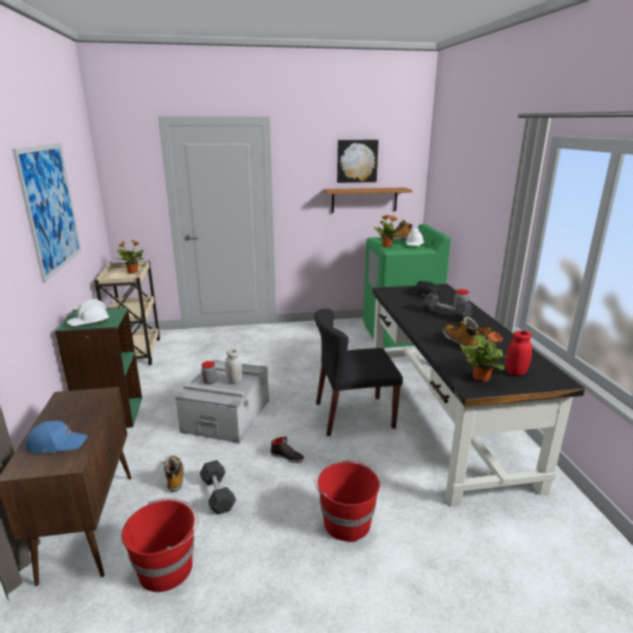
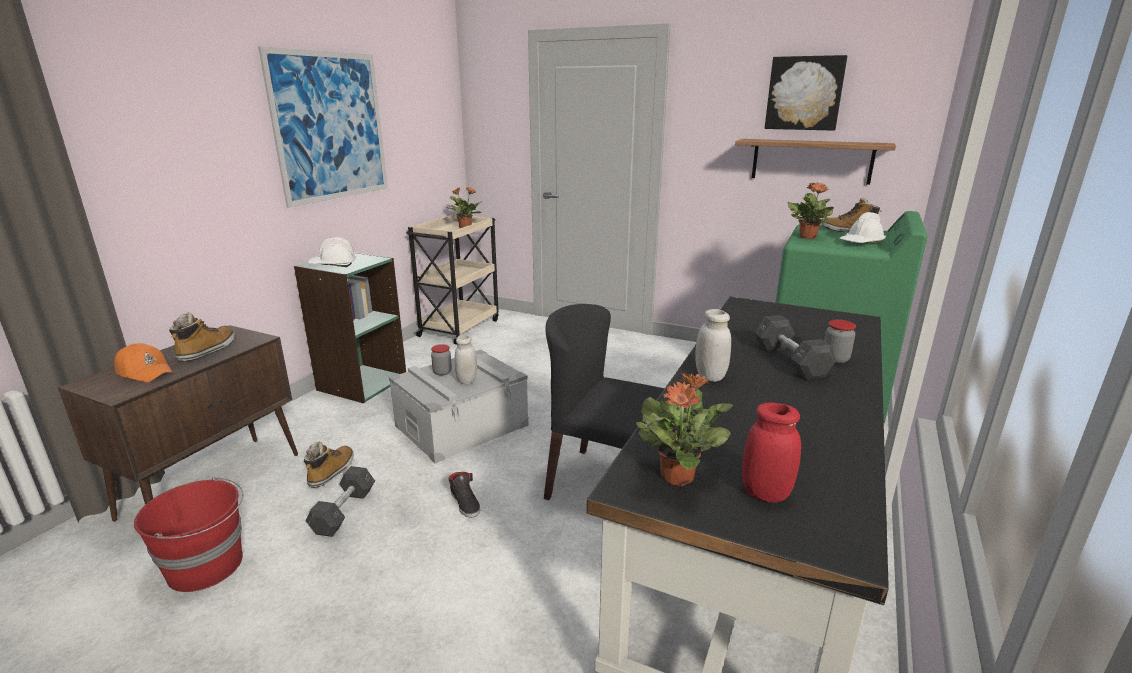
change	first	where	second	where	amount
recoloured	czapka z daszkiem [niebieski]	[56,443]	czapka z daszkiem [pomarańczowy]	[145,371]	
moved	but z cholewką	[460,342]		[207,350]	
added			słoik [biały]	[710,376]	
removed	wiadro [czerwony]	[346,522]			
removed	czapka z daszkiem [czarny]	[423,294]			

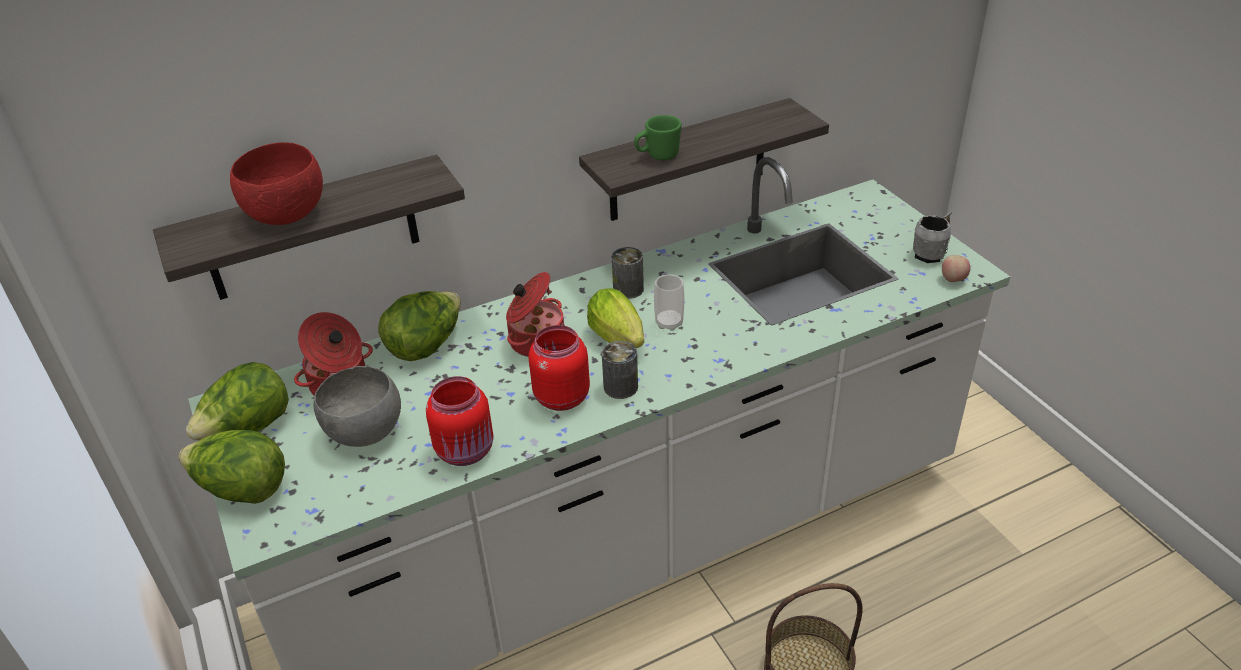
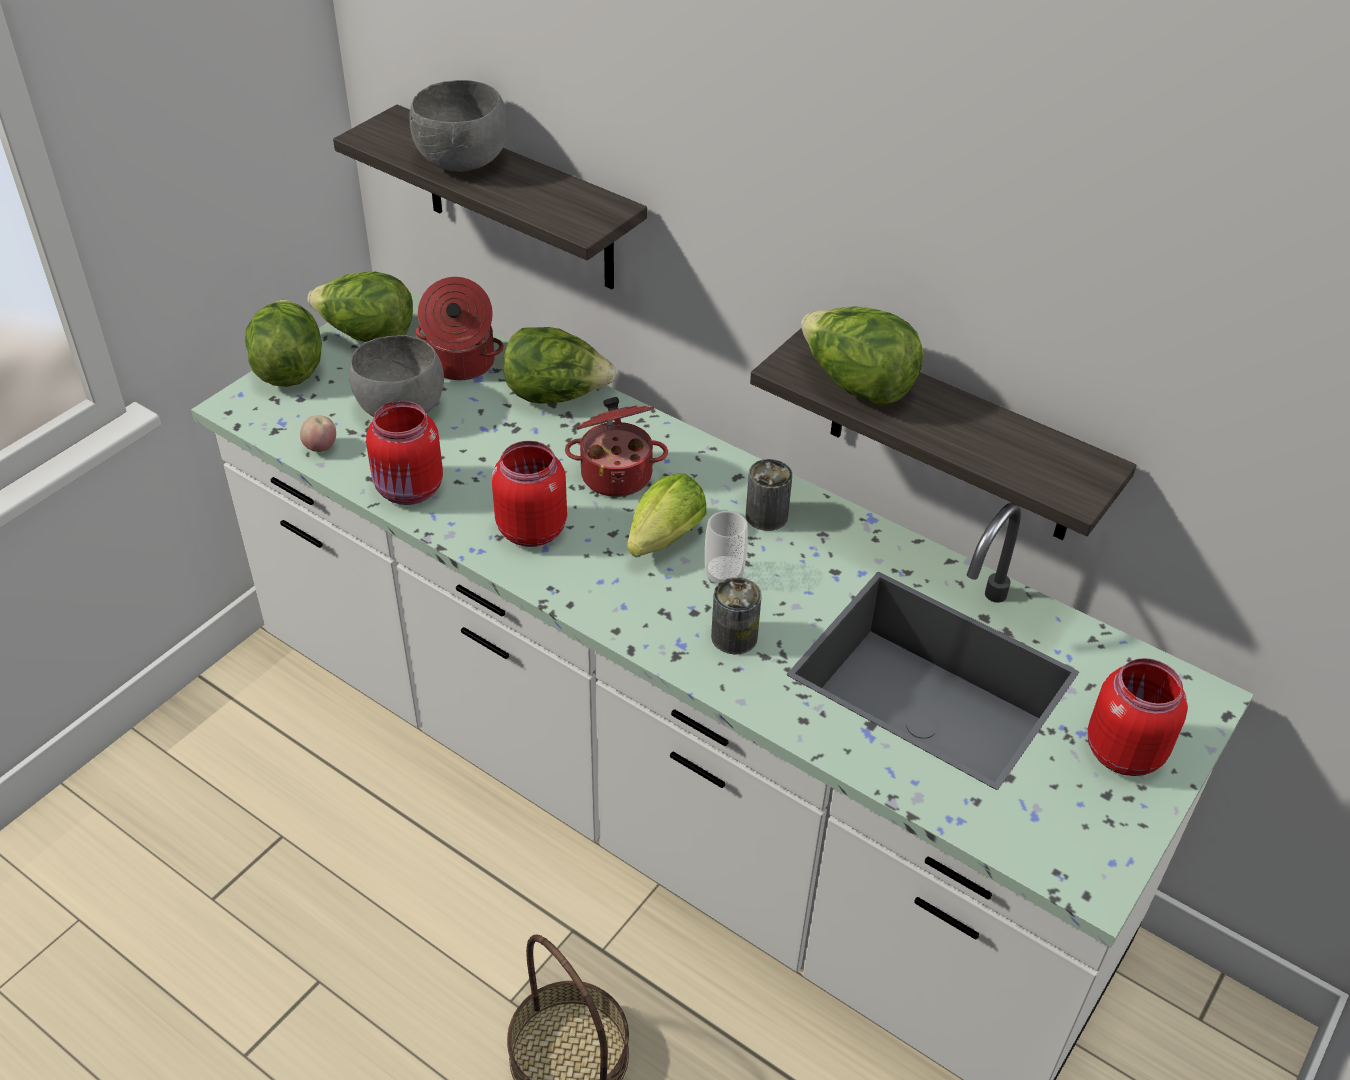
change	first	where	second	where	amount
moved	jabłko	[953,280]		[321,448]	
recoloured	miska [czerwony]	[288,215]	miska [szary]	[462,164]	
moved	puszka	[620,387]		[734,637]	
replaced	kubek [zielony]	[657,156]	sałata	[856,386]	
added			słoik [czerwony]	[1121,751]	
removed	kubek [szary]	[931,253]			

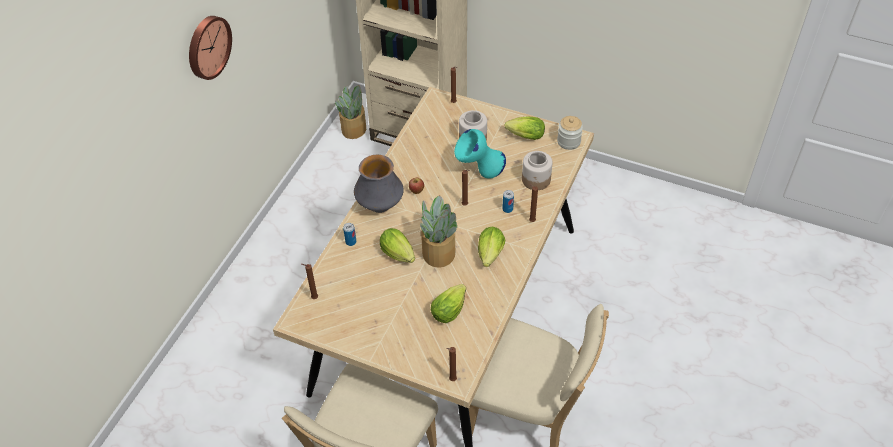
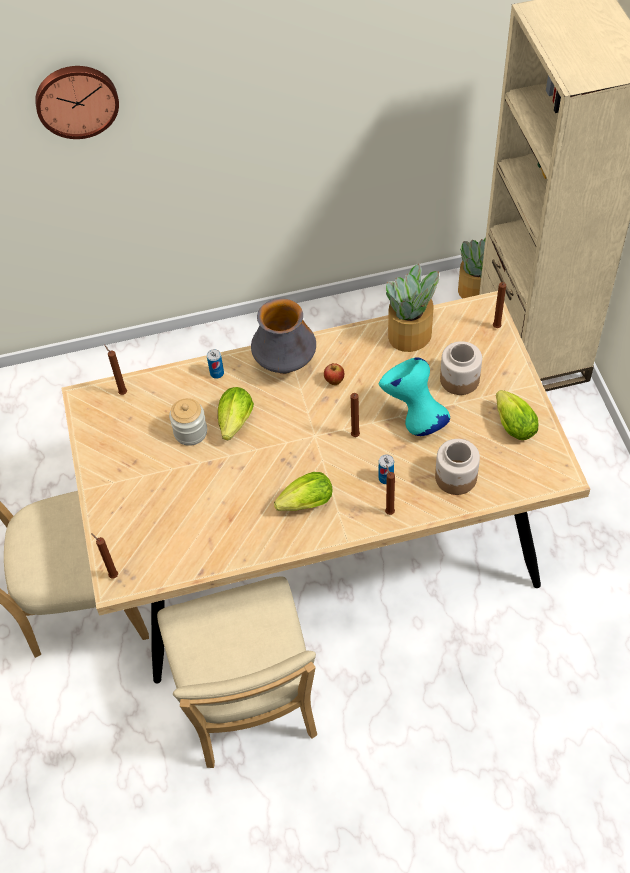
change	first	where	second	where	amount
moved	zegar ścienny	[207,47]		[76,100]	
moved	słoik	[568,141]		[190,432]	
moved	roślina doniczkowa	[439,252]		[411,334]	
removed	sałata	[450,309]			

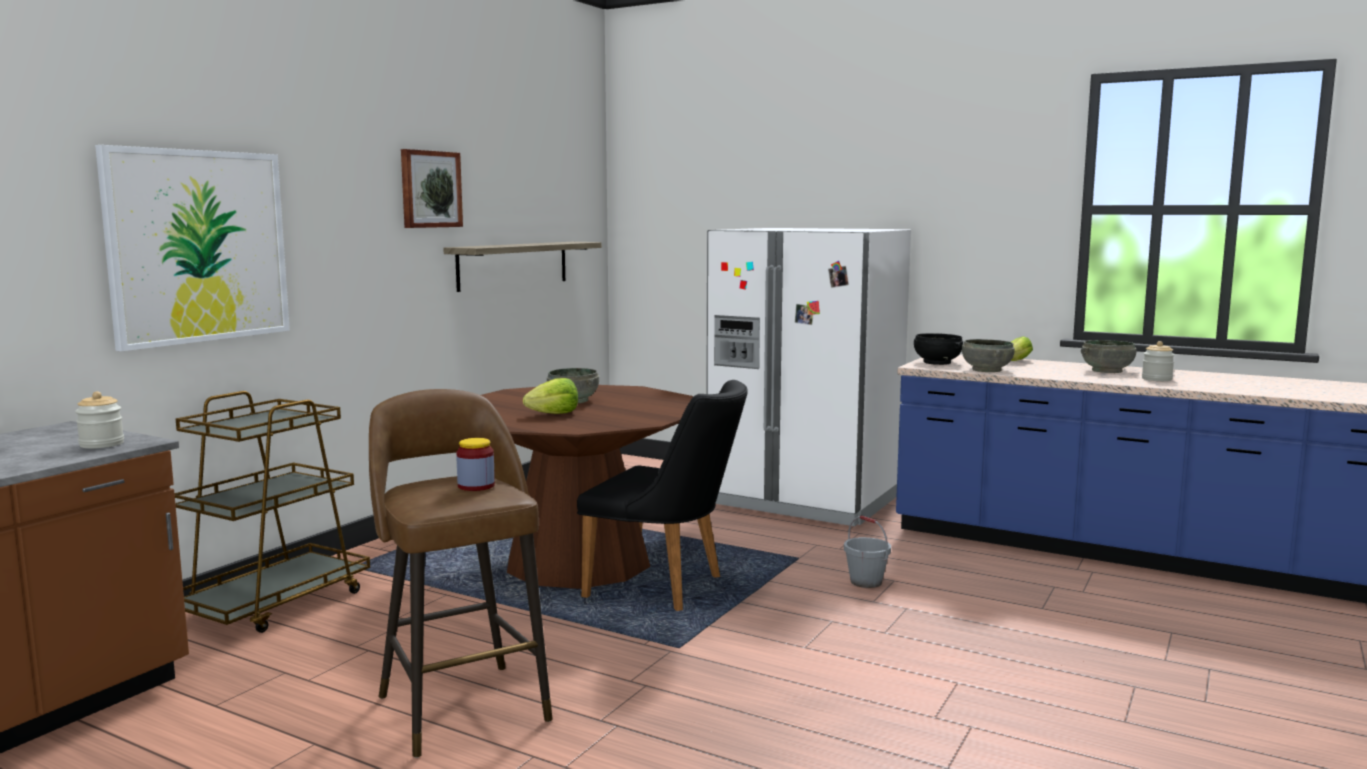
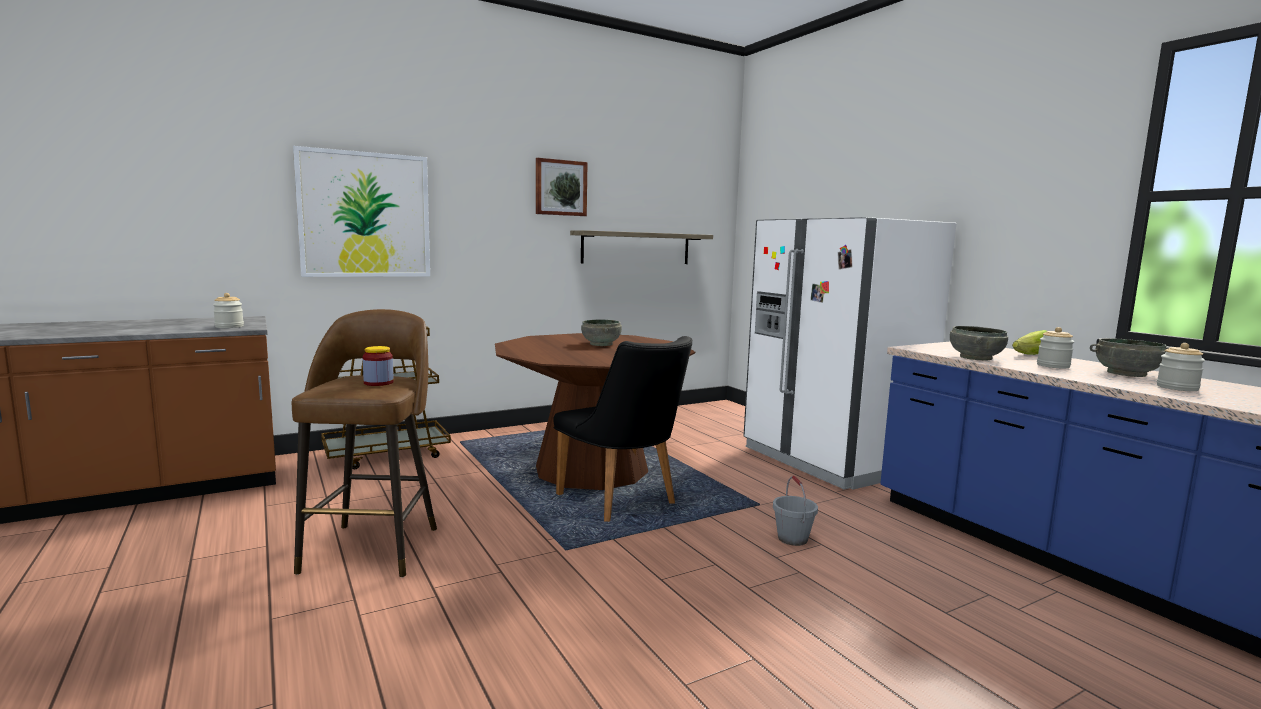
change	first	where	second	where	amount
added			słoik	[1053,366]	
removed	sałata	[554,414]			
removed	miska [czarny]	[936,362]			

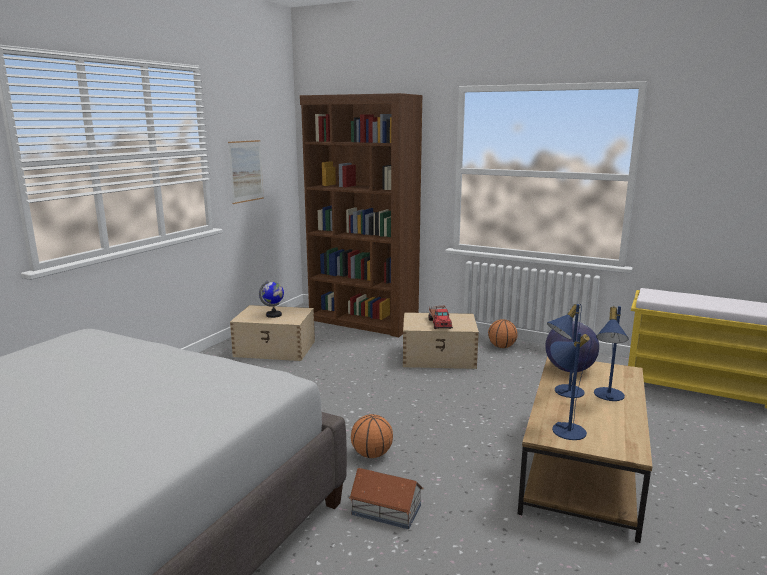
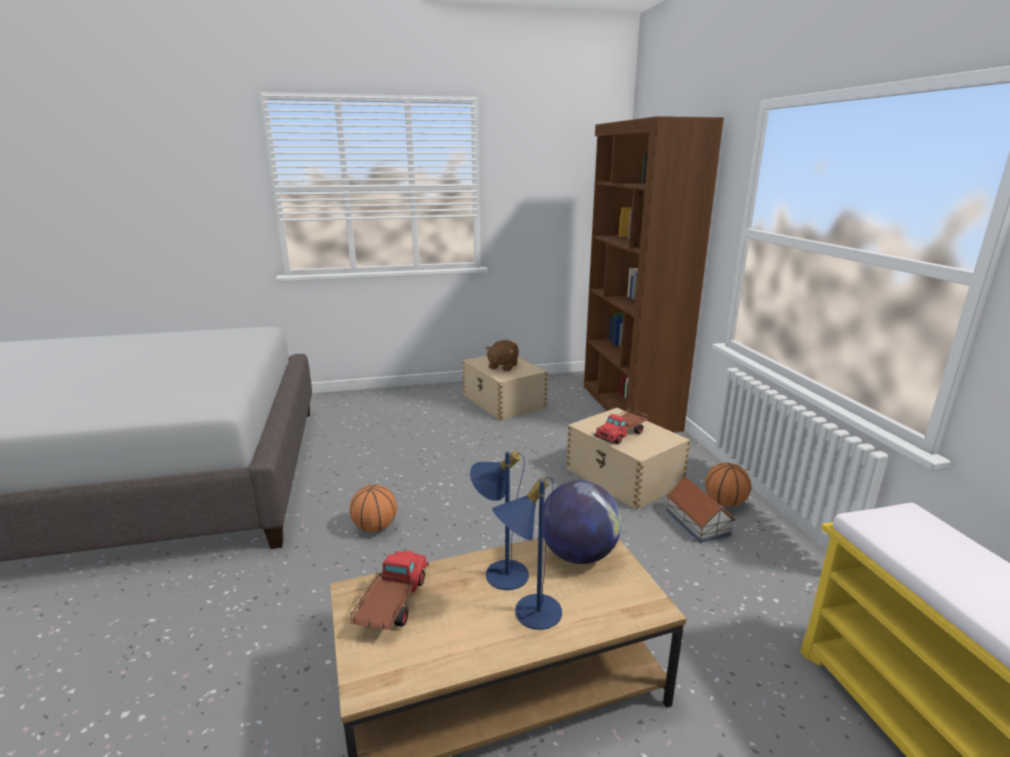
change	first	where	second	where	amount
replaced	lampa stołowa [niebieski]	[565,428]	ciężarówka zabawkowa	[392,604]	
replaced	globus	[274,315]	pluszak [brązowy]	[502,366]	
moved	domek	[386,509]		[697,522]	
removed	obraz	[246,171]			

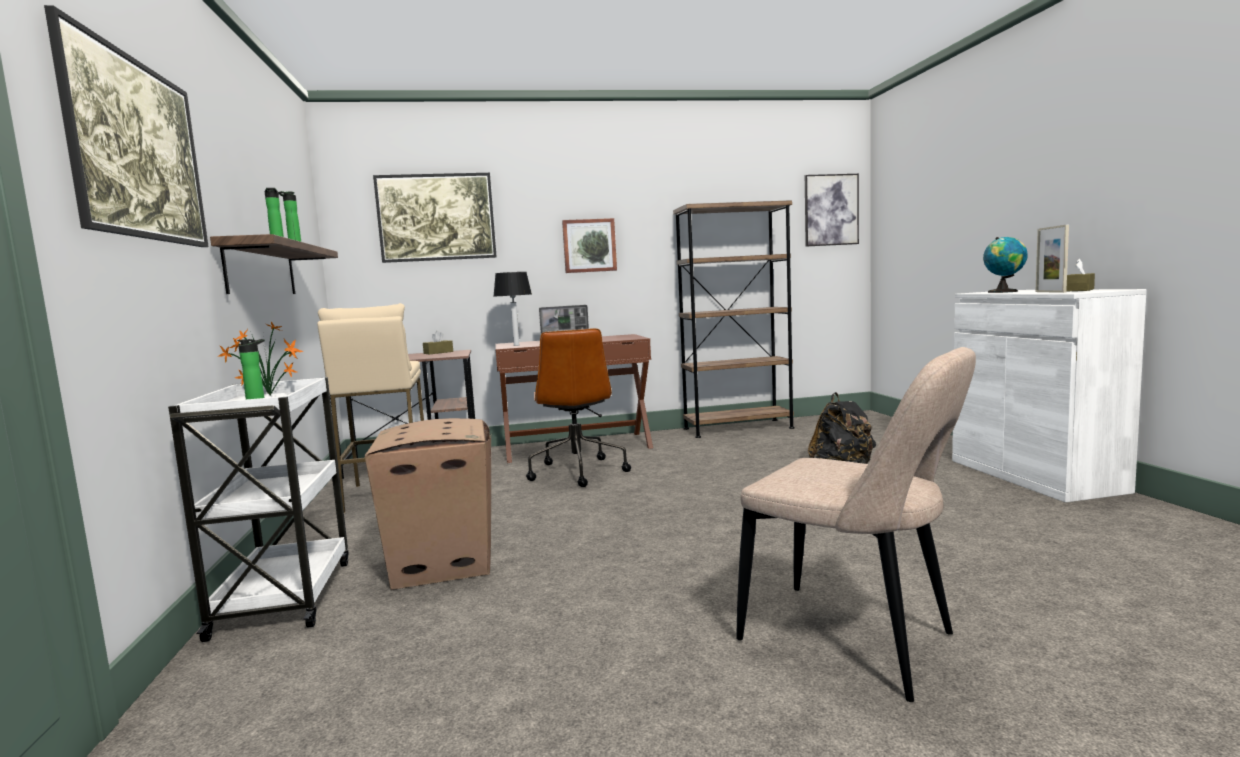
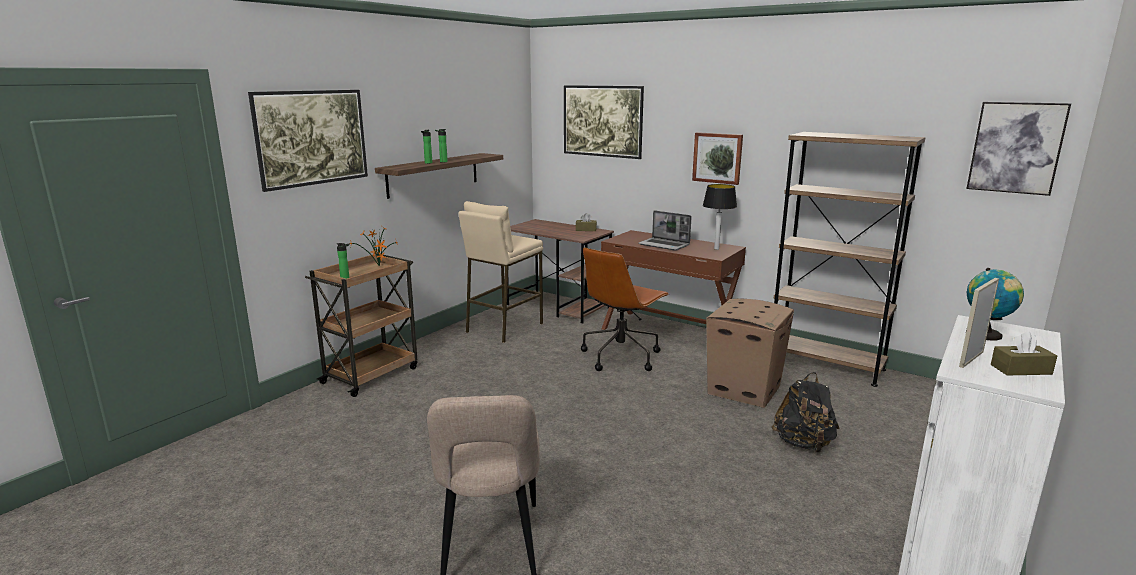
change	first	where	second	where	amount
recoloured	wózek [biały]	[285,596]	wózek [brązowy]	[372,374]	
moved	lampa stołowa	[516,345]		[716,249]	
moved	karton	[443,563]		[744,389]	

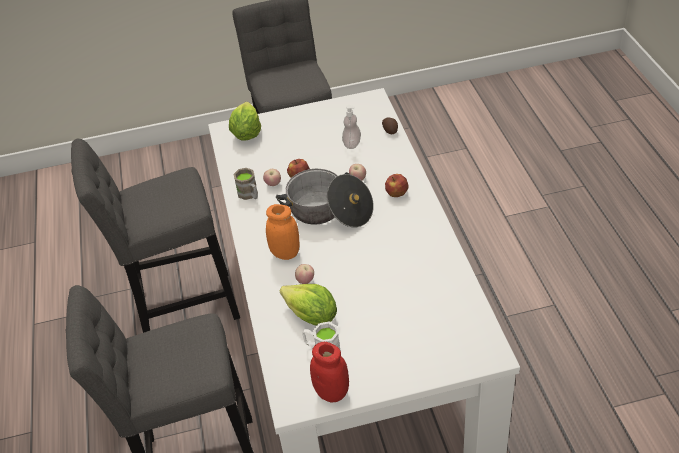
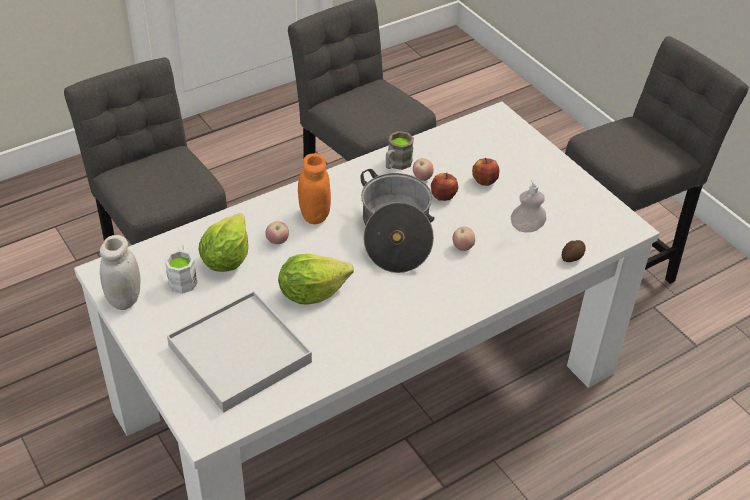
change	first	where	second	where	amount
recoloured	słoik [czerwony]	[332,392]	słoik [biały]	[125,299]	
added			taca [biały]	[239,354]	
moved	sałata	[246,133]		[312,292]	
moved	jabłko	[397,193]		[484,181]	

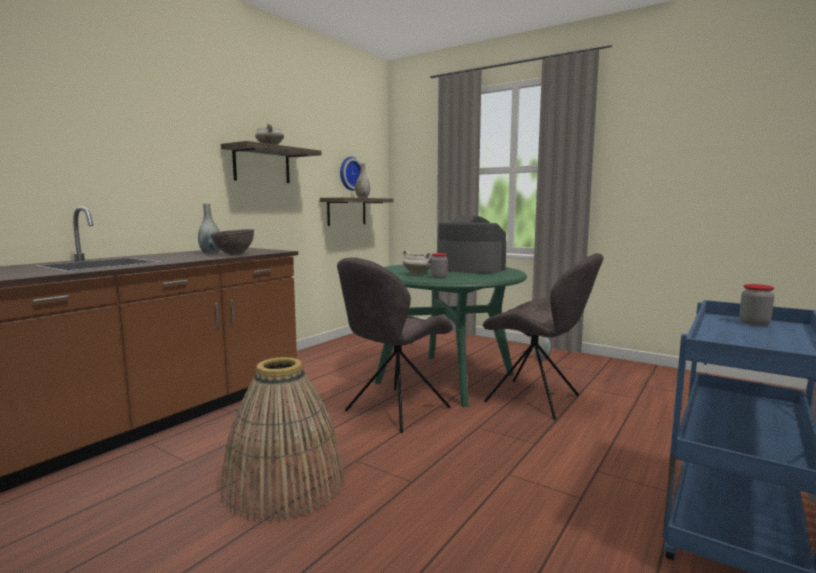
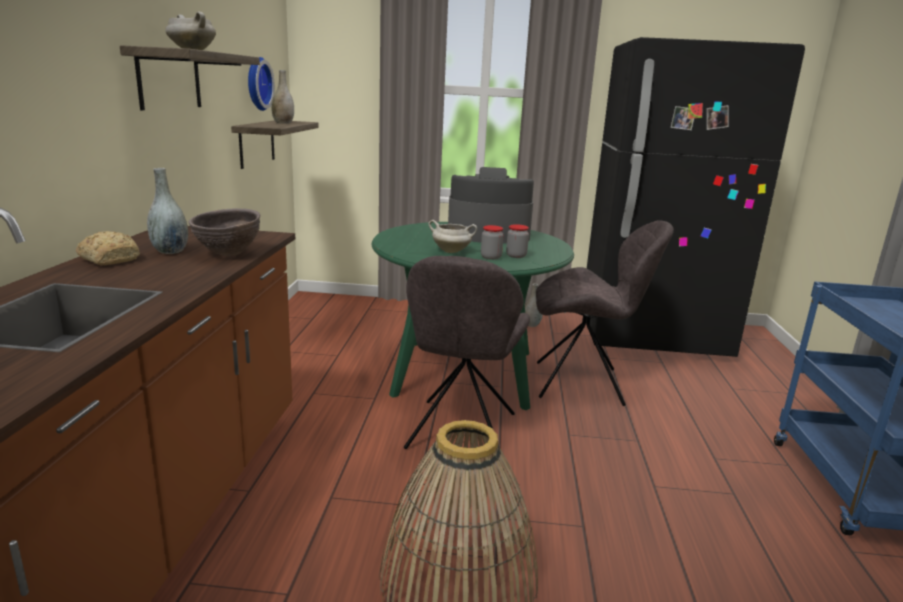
change	first	where	second	where	amount
added			chleb	[110,259]	
moved	słoik	[754,323]		[516,256]	
added			lodówka [czarny]	[652,336]	

